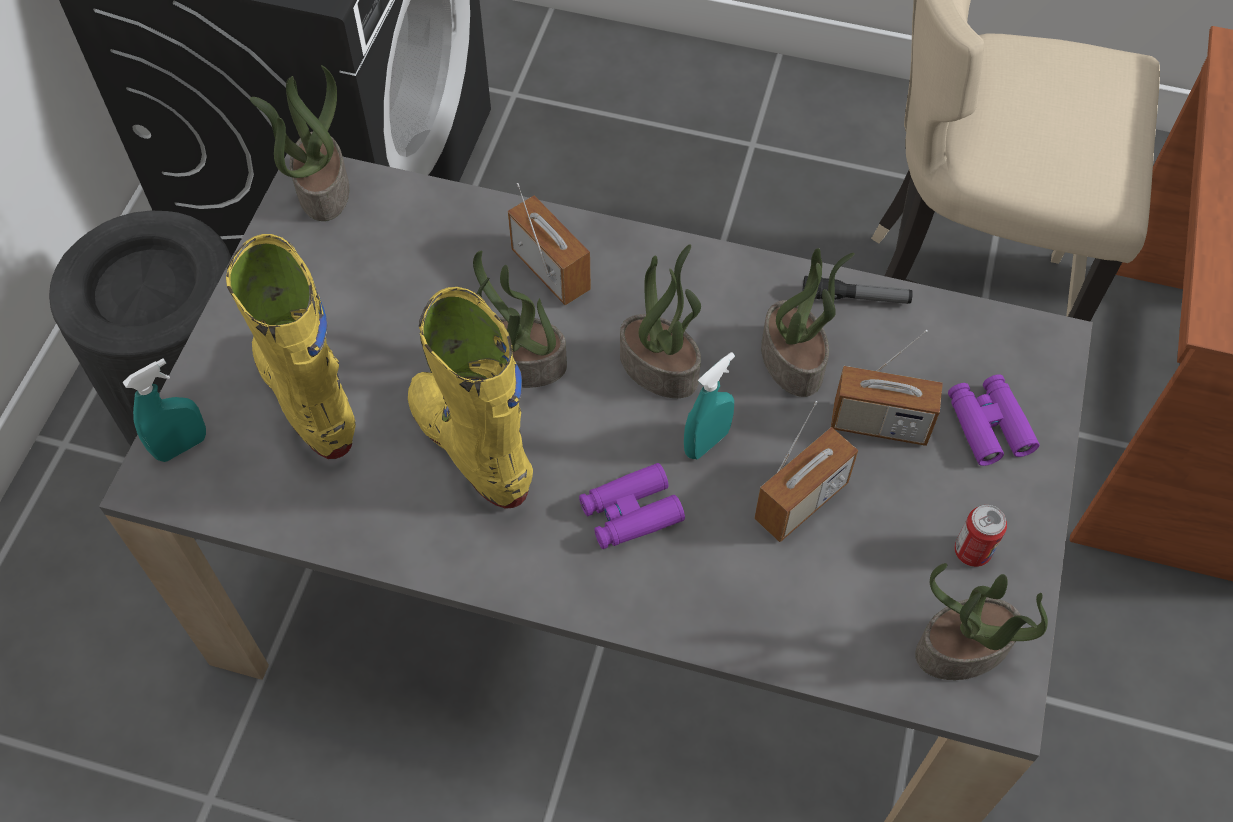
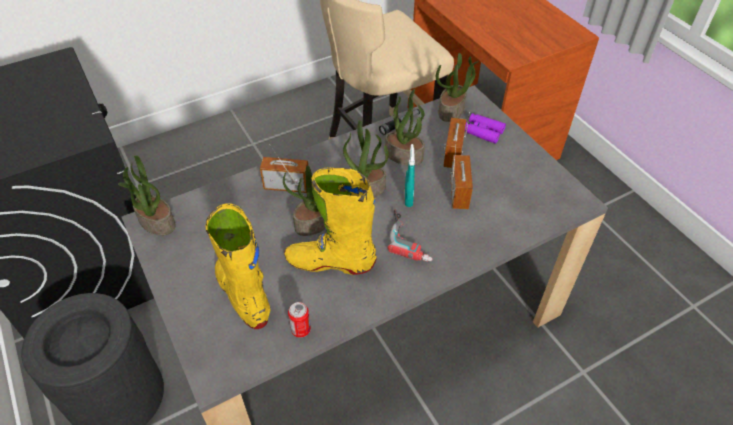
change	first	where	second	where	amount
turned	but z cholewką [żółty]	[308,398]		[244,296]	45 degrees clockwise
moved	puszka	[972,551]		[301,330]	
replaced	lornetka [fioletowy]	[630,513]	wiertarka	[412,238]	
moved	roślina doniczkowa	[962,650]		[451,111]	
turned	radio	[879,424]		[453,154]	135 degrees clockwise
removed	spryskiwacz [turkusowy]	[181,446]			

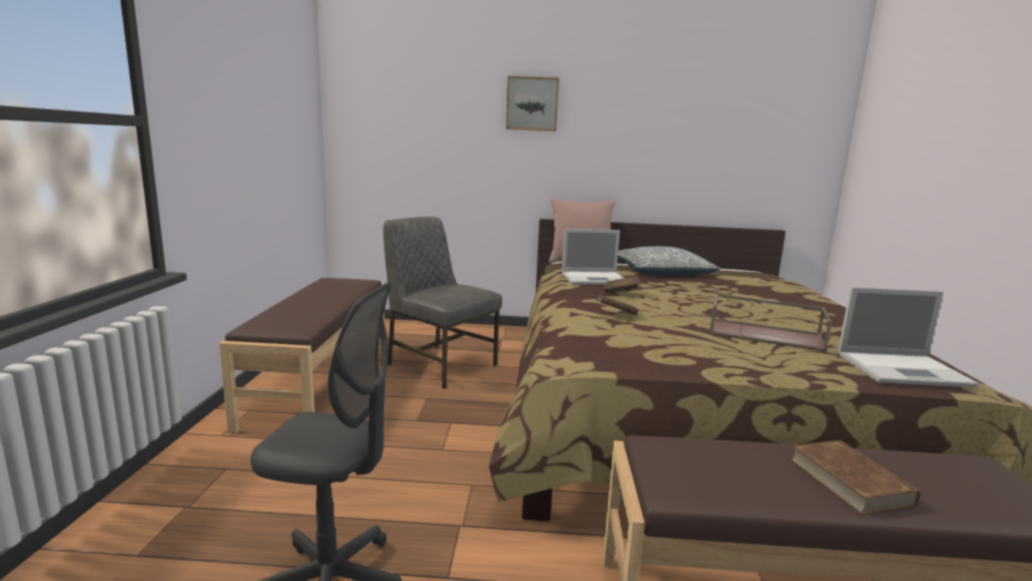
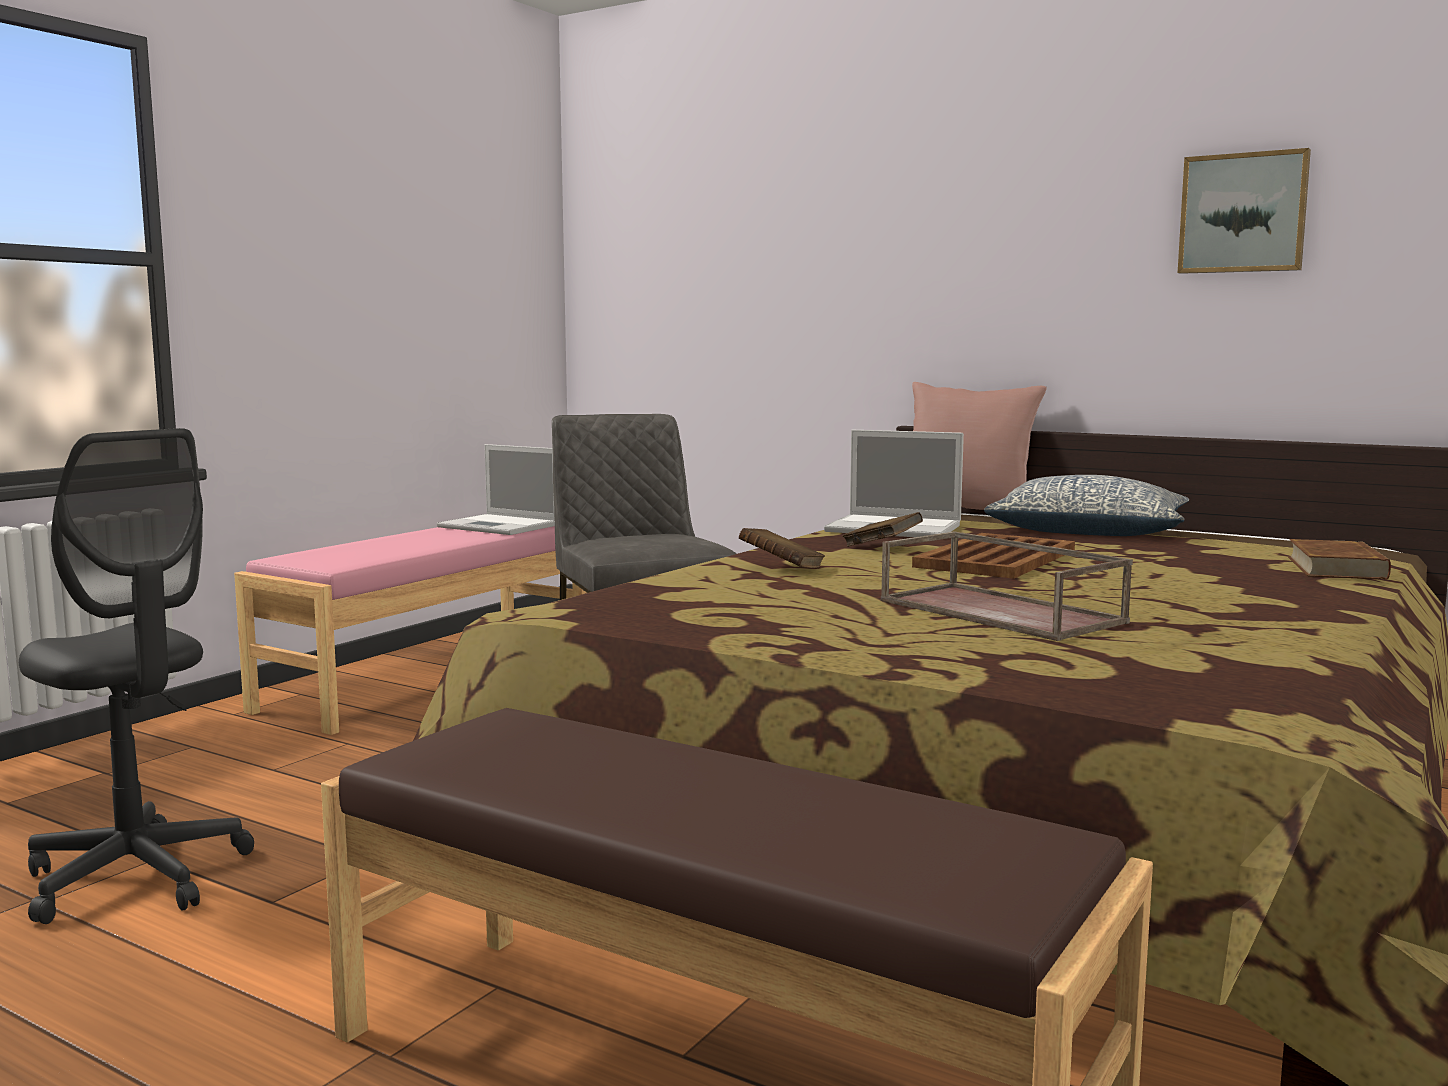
change	first	where	second	where	amount
recoloured	ławka [brązowy]	[319,383]	ławka [różowy]	[430,677]	
moved	laptop	[904,370]		[501,526]	
added			taca [brązowy]	[995,559]	
moved	obraz	[532,104]		[1243,213]	
moved	książka [brązowy]	[849,481]		[1337,568]	

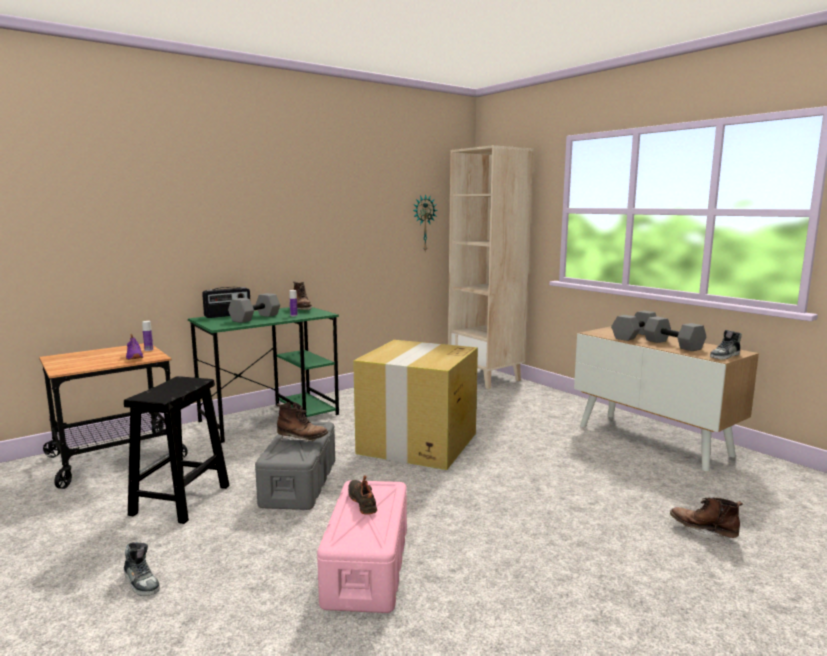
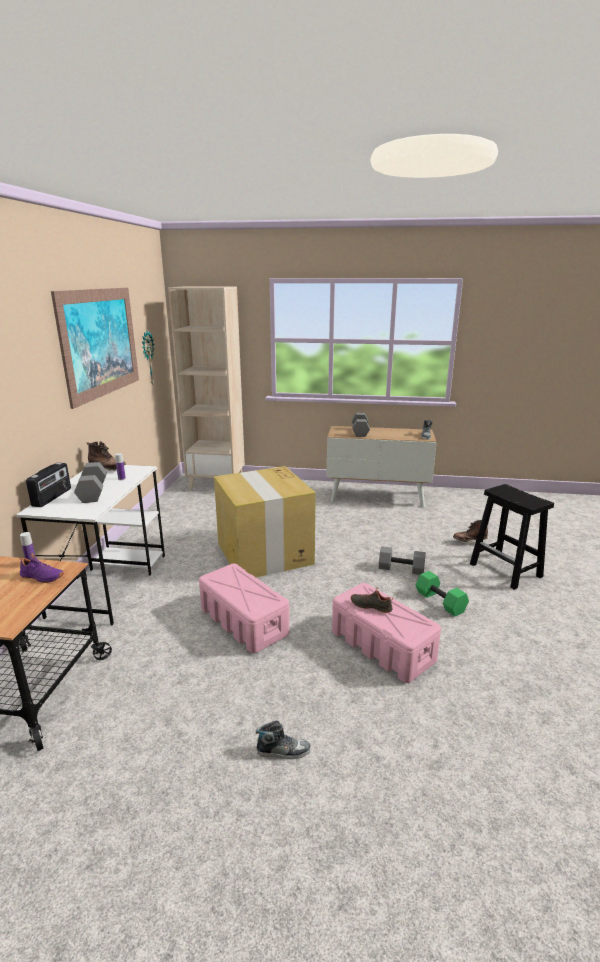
change	first	where	second	where	amount
recoloured	biurko [zielony]	[271,417]	biurko [biały]	[110,583]	
added			obraz	[100,342]	
recoloured	pojemnik do przechowywania [szary]	[299,482]	pojemnik do przechowywania [różowy]	[243,621]	
moved	hantel [szary]	[674,345]		[401,568]	
added			hantel [zielony]	[441,602]	
moved	stołek [czarny]	[180,501]		[506,570]	
removed	but z cholewką [brązowy]	[302,440]			

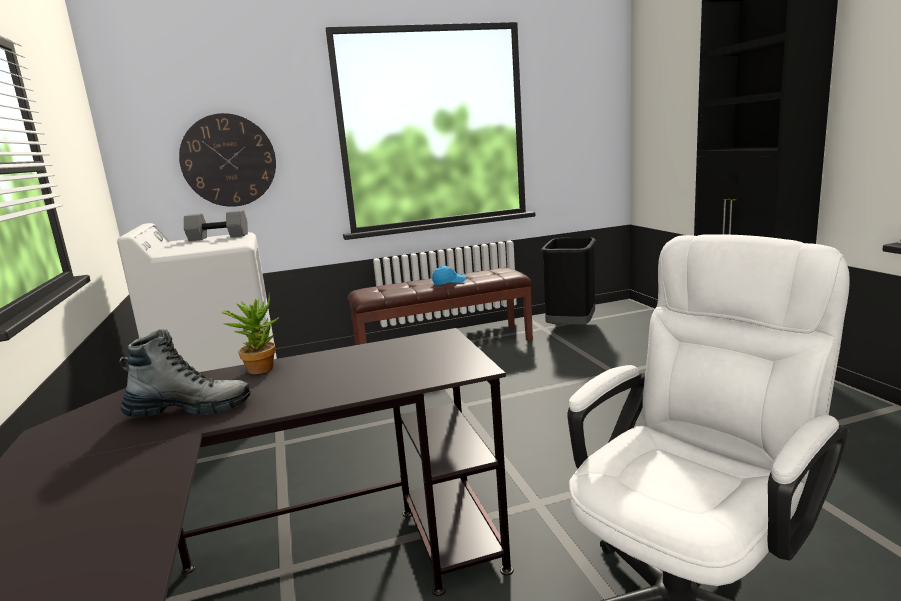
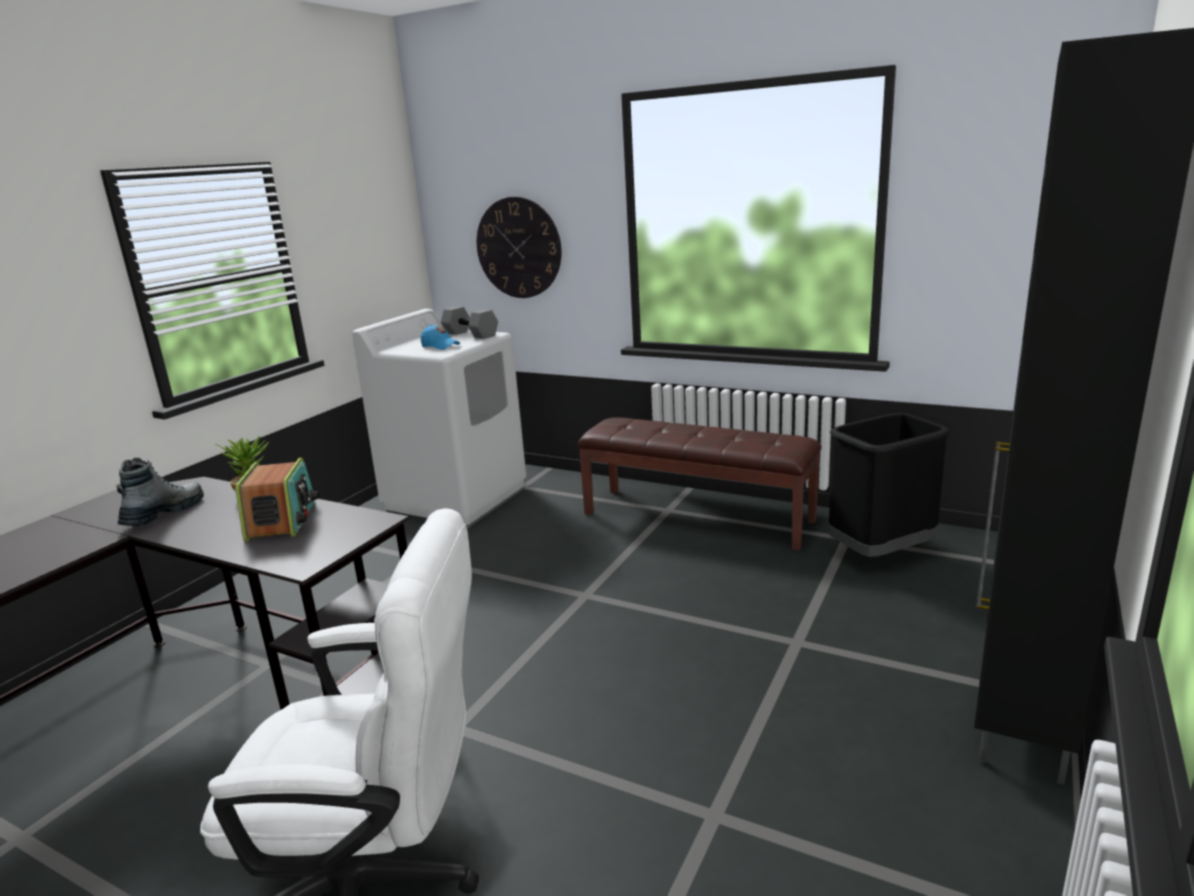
change	first	where	second	where	amount
turned	but z cholewką	[190,409]		[164,514]	105 degrees counterclockwise
added			radio	[282,520]	
moved	czapka z daszkiem [niebieski]	[449,282]		[440,346]	

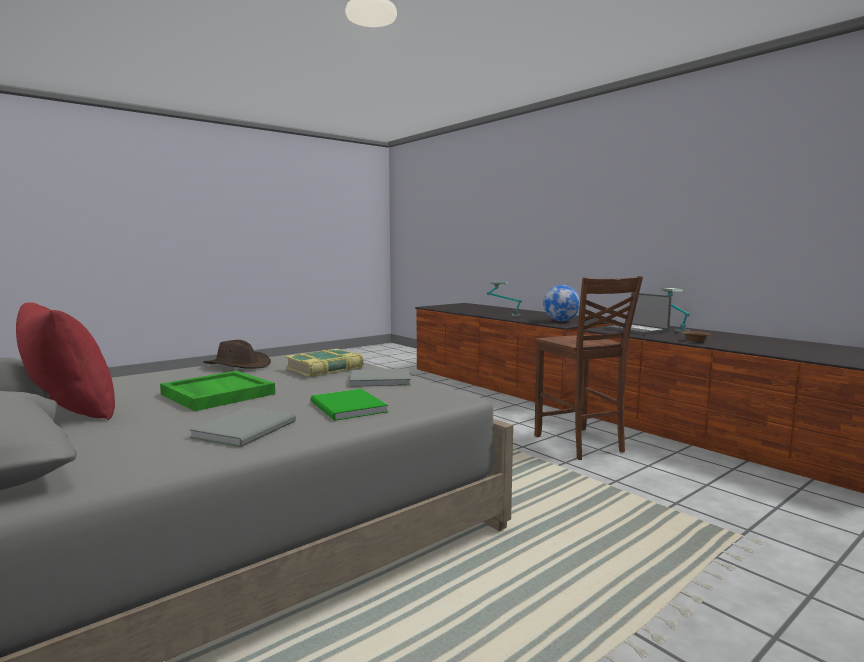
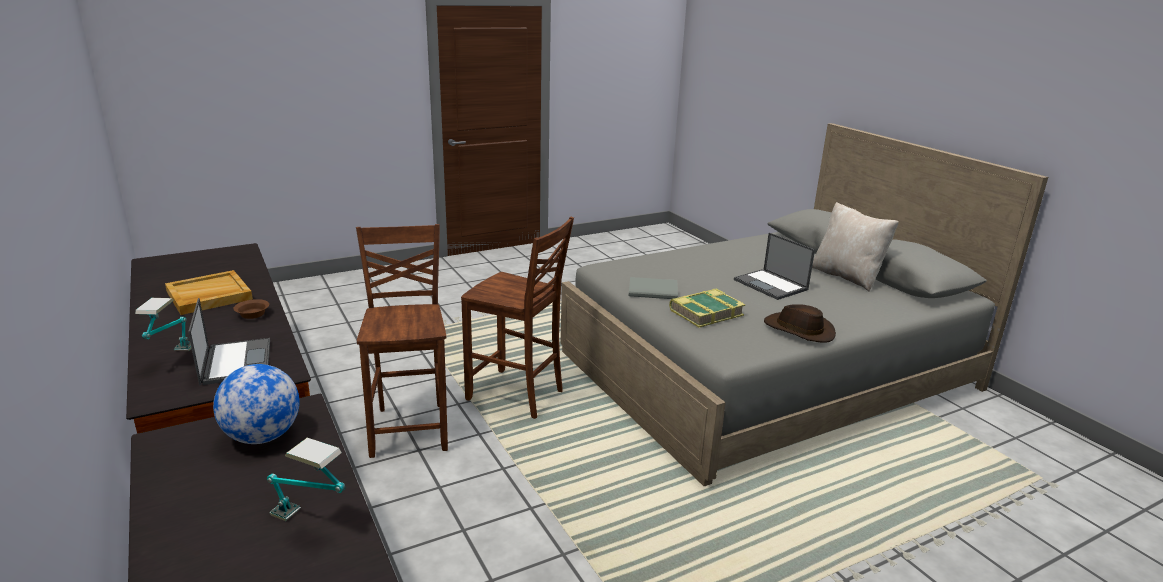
change	first	where	second	where	amount
added			taca [beżowy]	[208,296]	
added			krzesło [brązowy]	[517,395]	
replaced	taca [zielony]	[217,394]	laptop	[771,285]	
recoloured	poduszka [czerwony]	[70,412]	poduszka [beżowy]	[847,277]	
removed	książka [szary]	[248,429]			
removed	książka [zielony]	[347,408]			

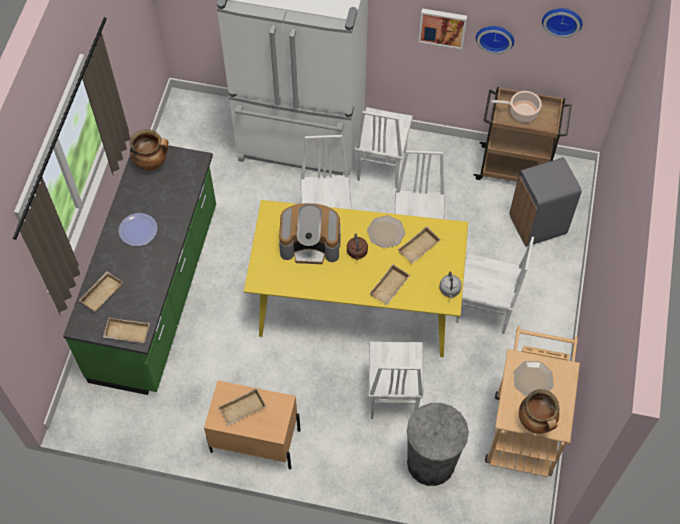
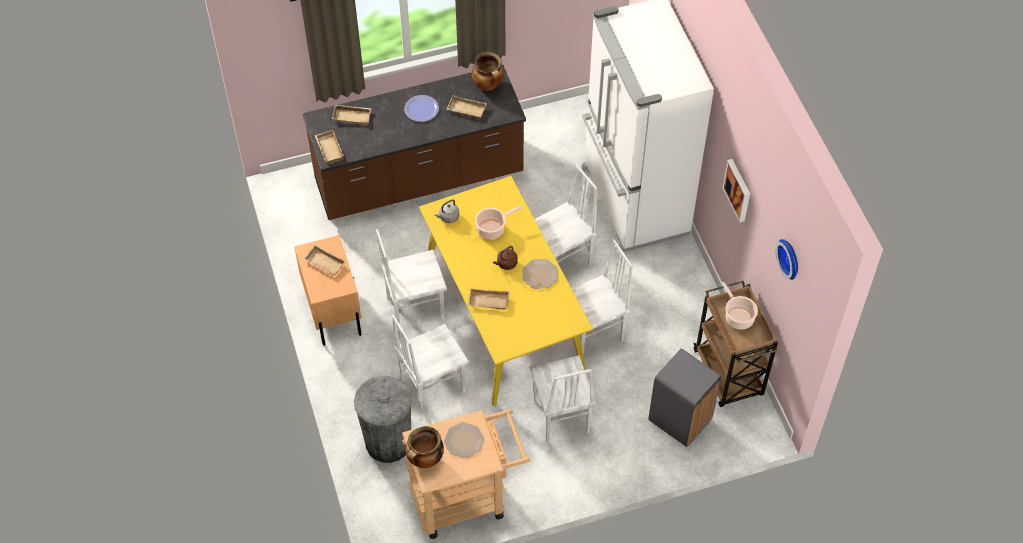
change	first	where	second	where	amount
recoloured	zabudowa kuchenna [zielony]	[157,293]	zabudowa kuchenna [brązowy]	[419,179]	
moved	krzesło [biały]	[380,166]		[414,307]	
moved	czajnik [szary]	[450,290]		[448,217]	
moved	taca [beżowy]	[419,248]		[465,110]	
replaced	ekspres do kawy	[311,244]	garnek	[492,228]	
removed	zegar ścienny	[495,37]			

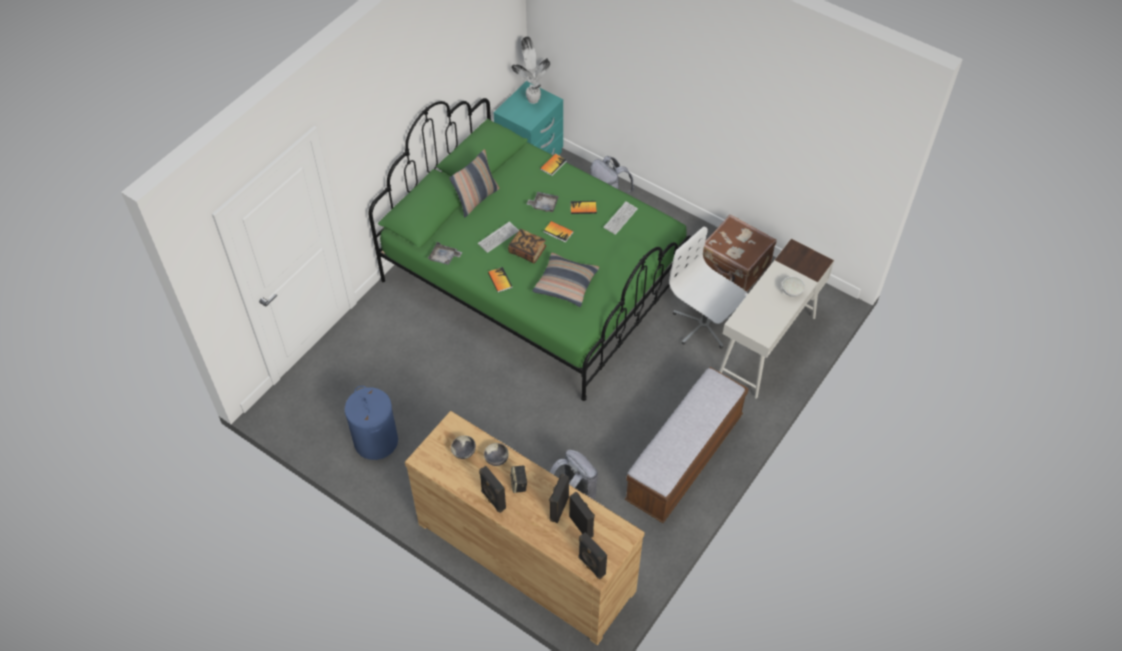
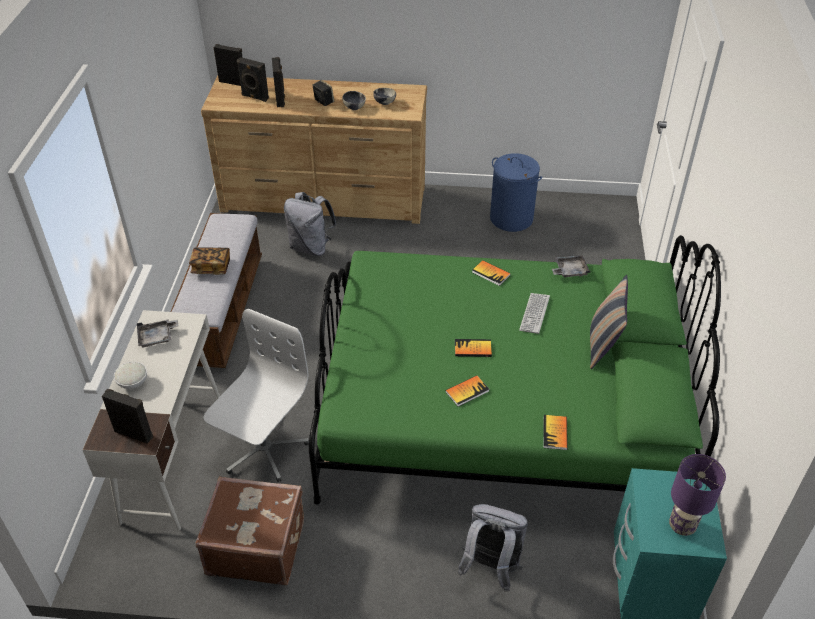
change	first	where	second	where	amount
moved	głośnik [czarny]	[492,500]		[134,433]	
moved	taca [szary]	[543,205]		[157,337]	
moved	książka	[527,251]		[211,267]	
turned	krzesło biurowe [biały]	[703,325]		[263,448]	75 degrees counterclockwise
replaced	roślina doniczkowa	[533,99]	lampa stołowa [fioletowy]	[682,526]	
removed	poduszka	[566,284]			
removed	klawiatura	[620,218]			

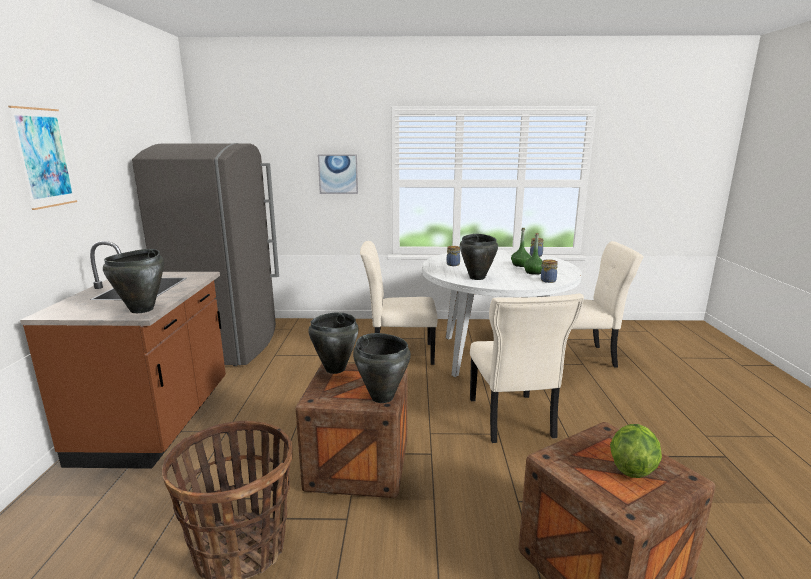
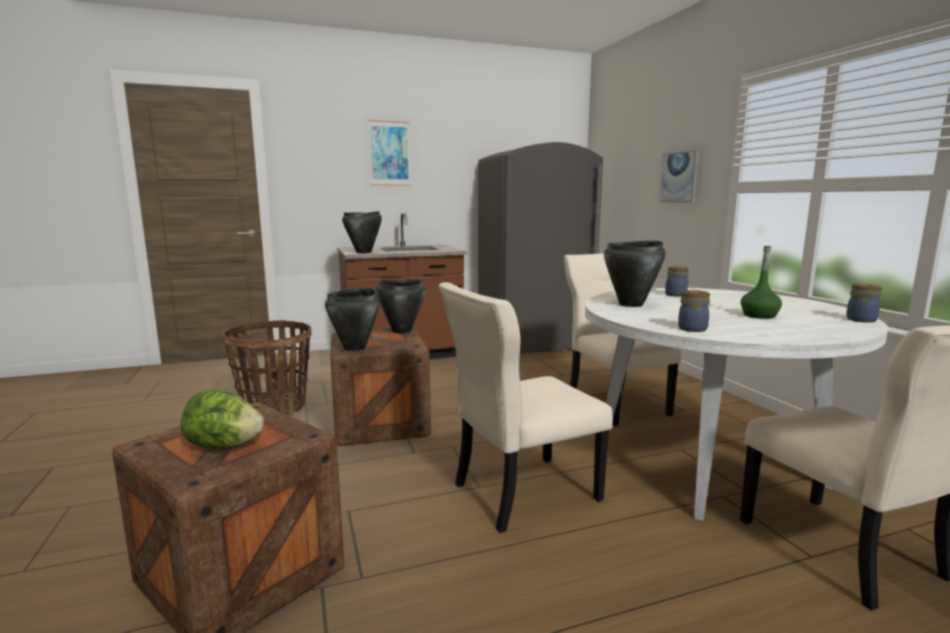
change	first	where	second	where	amount
removed	butelka [zielony]	[533,272]			

